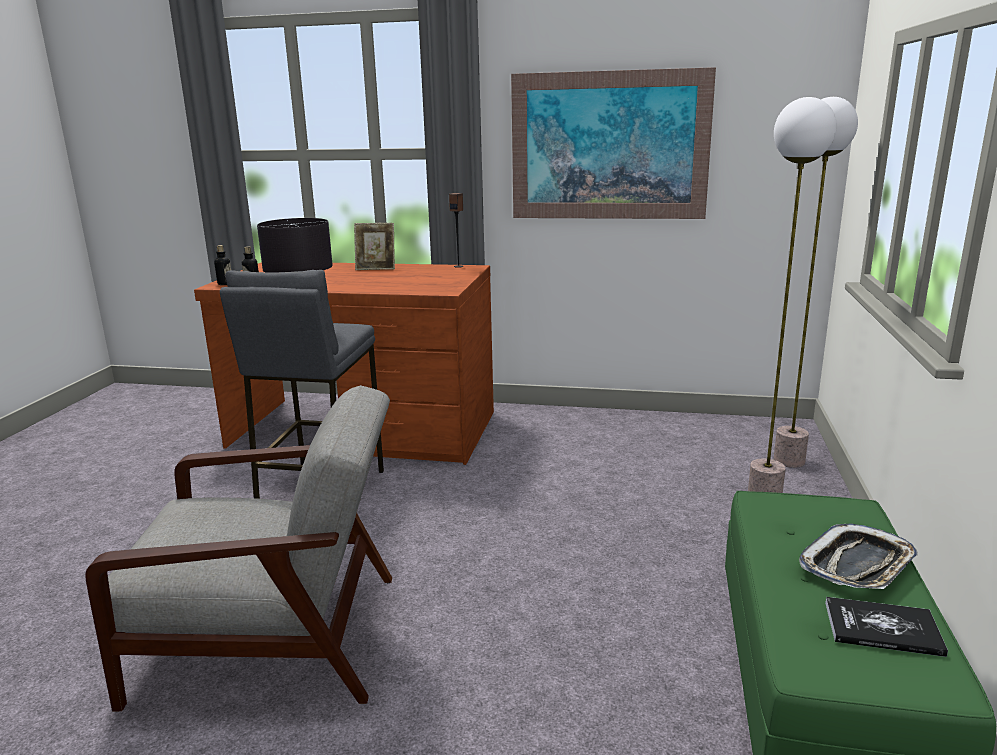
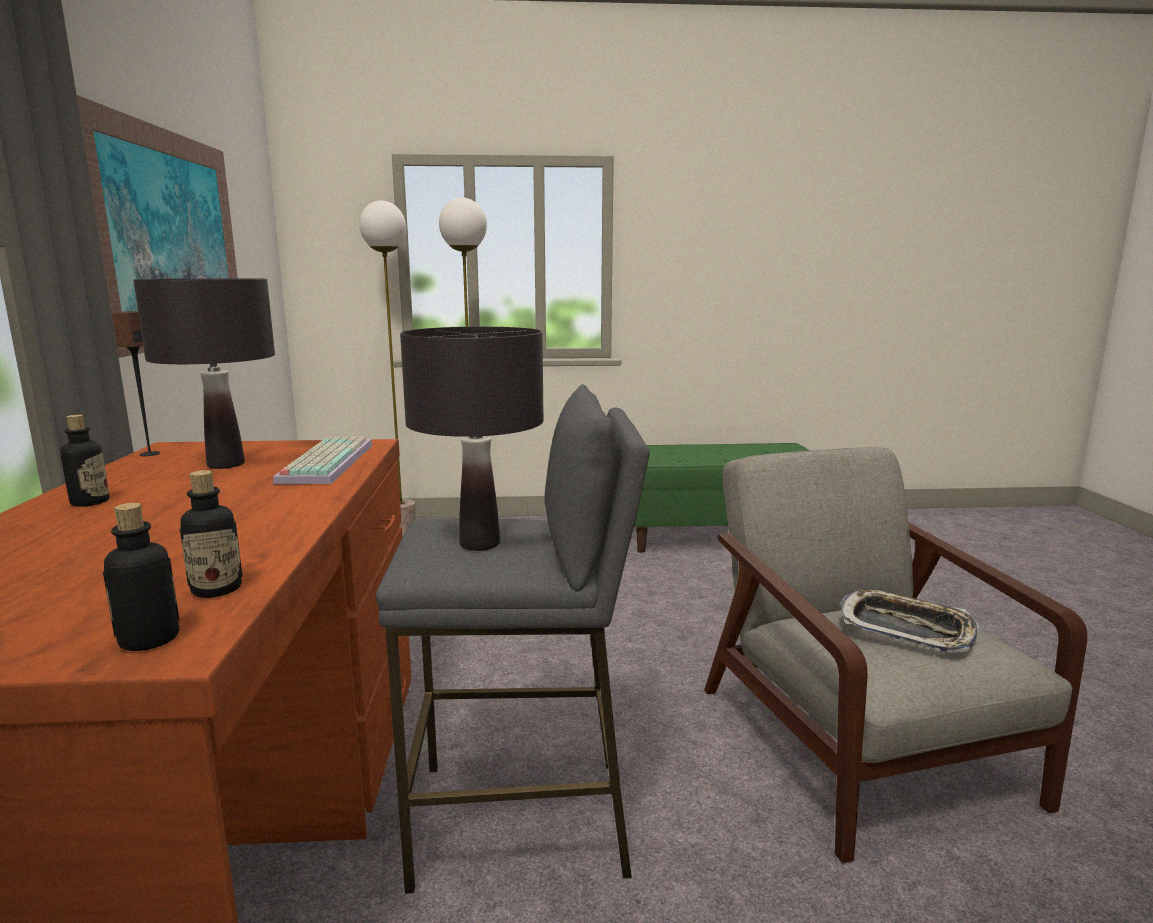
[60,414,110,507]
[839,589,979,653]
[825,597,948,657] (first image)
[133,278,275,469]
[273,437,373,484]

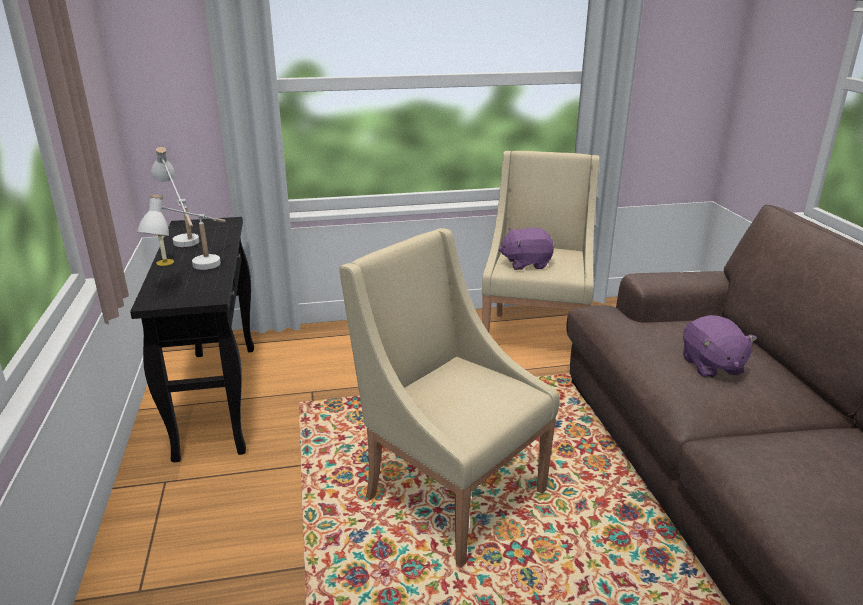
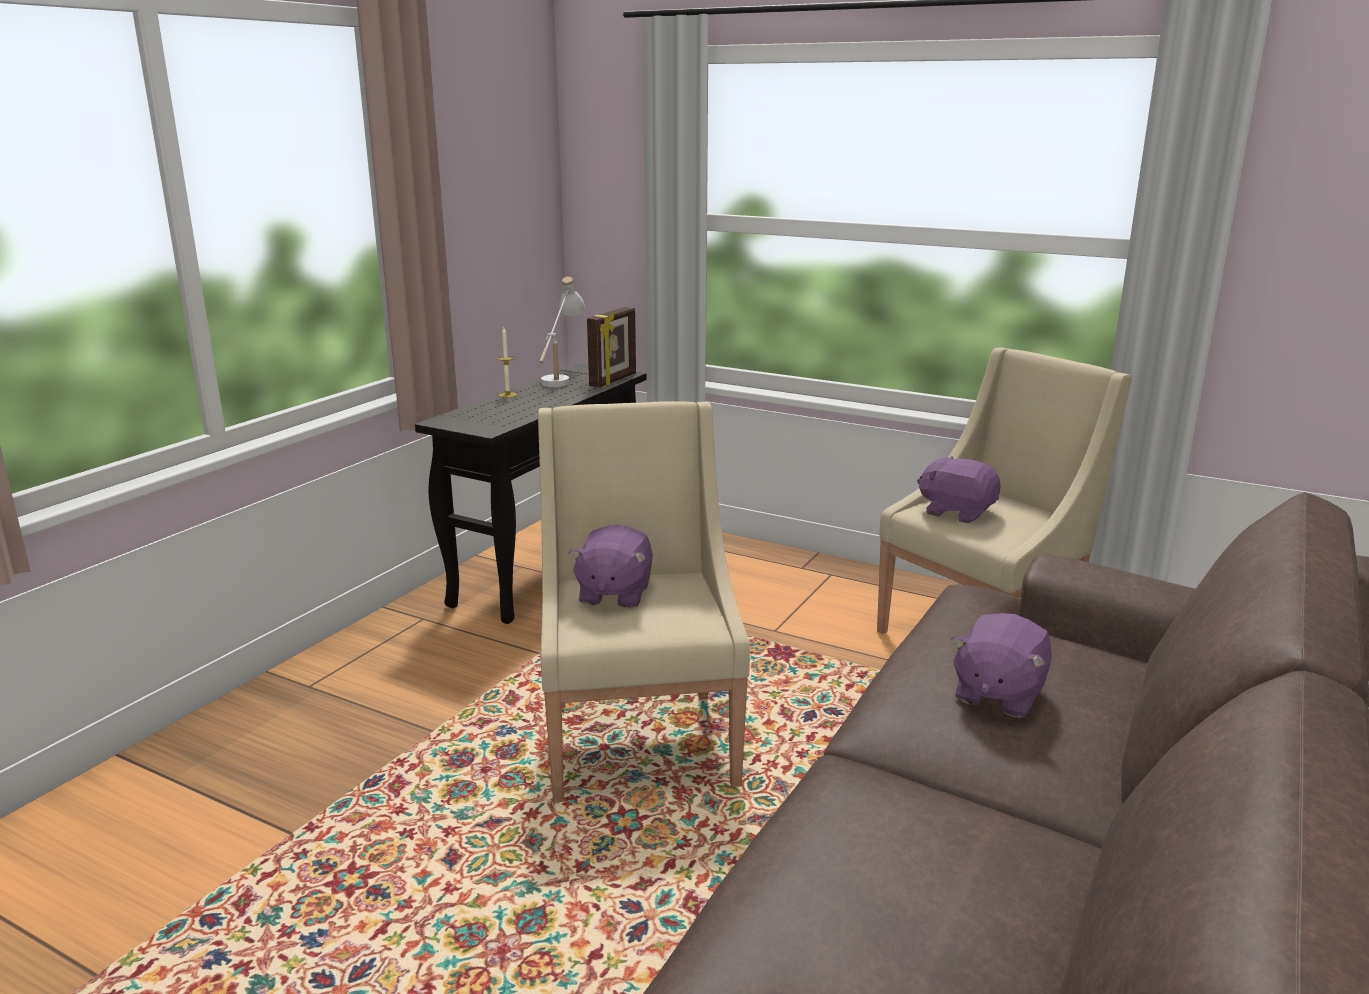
[137,194,226,270] (first image)
[569,525,653,608]
[587,307,636,388]

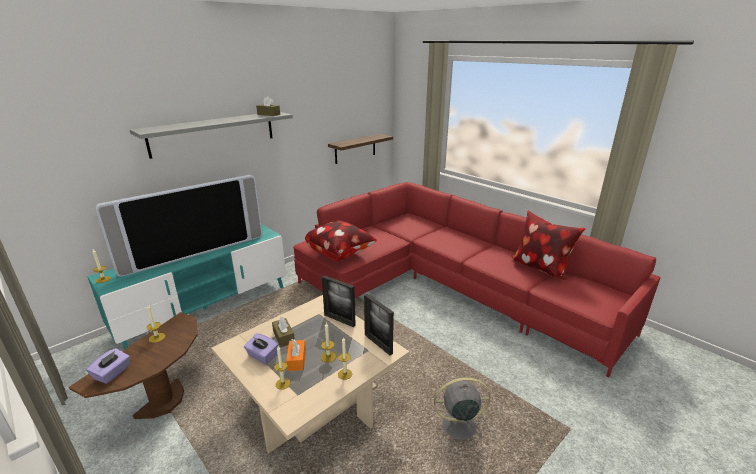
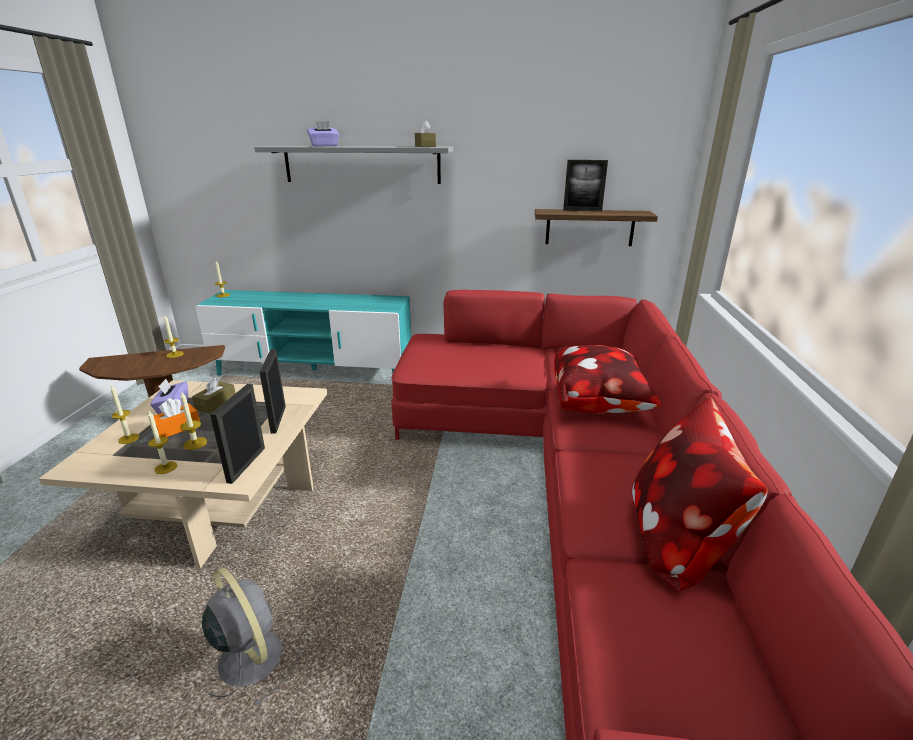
[307,121,339,147]
[95,175,262,277] (first image)
[554,345,662,414]
[563,160,608,212]

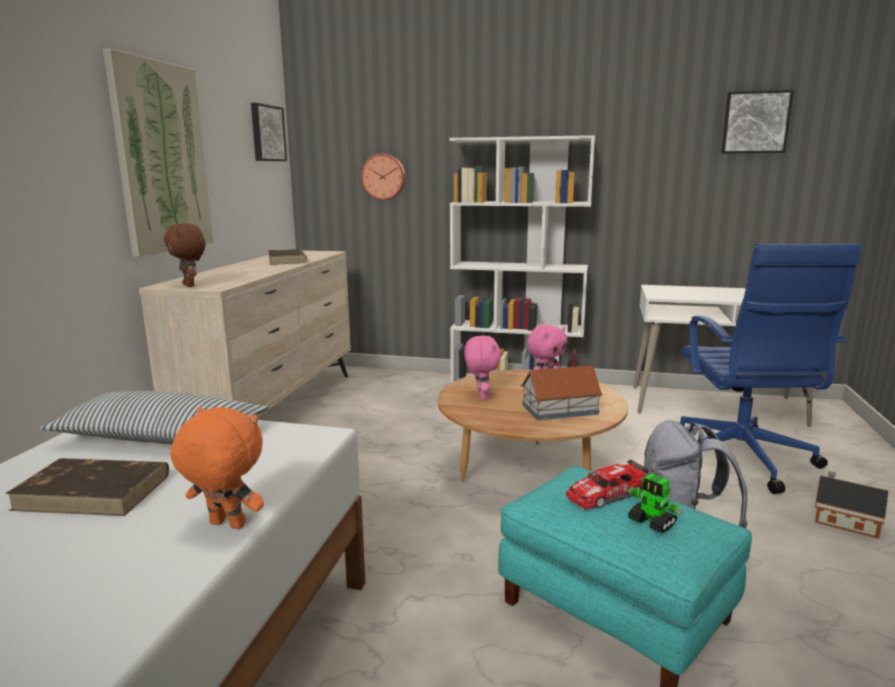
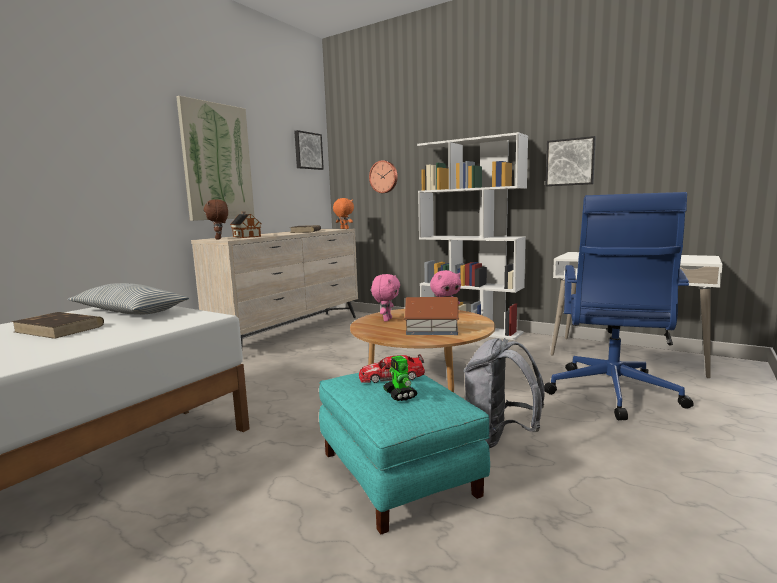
[333,198,354,229]
[546,136,596,186]
[230,212,261,238]

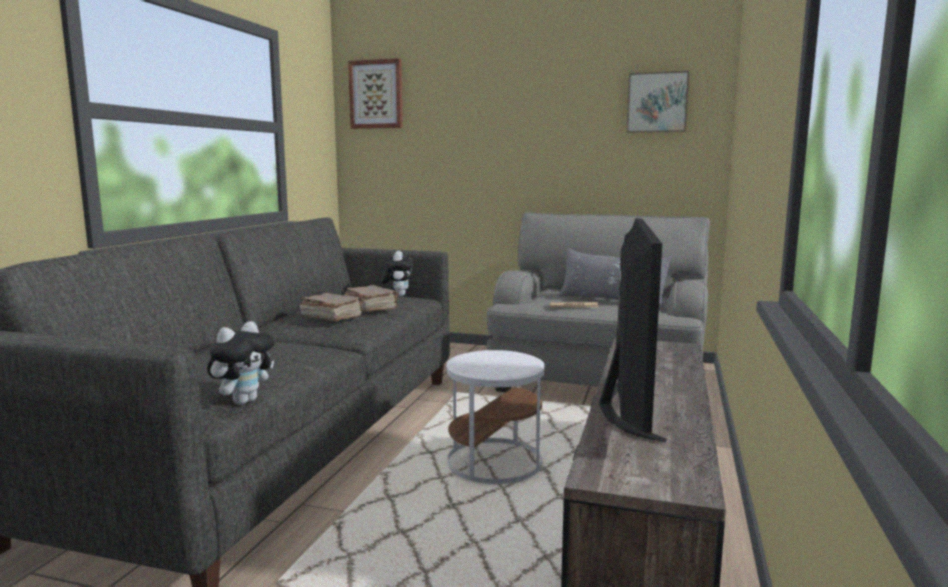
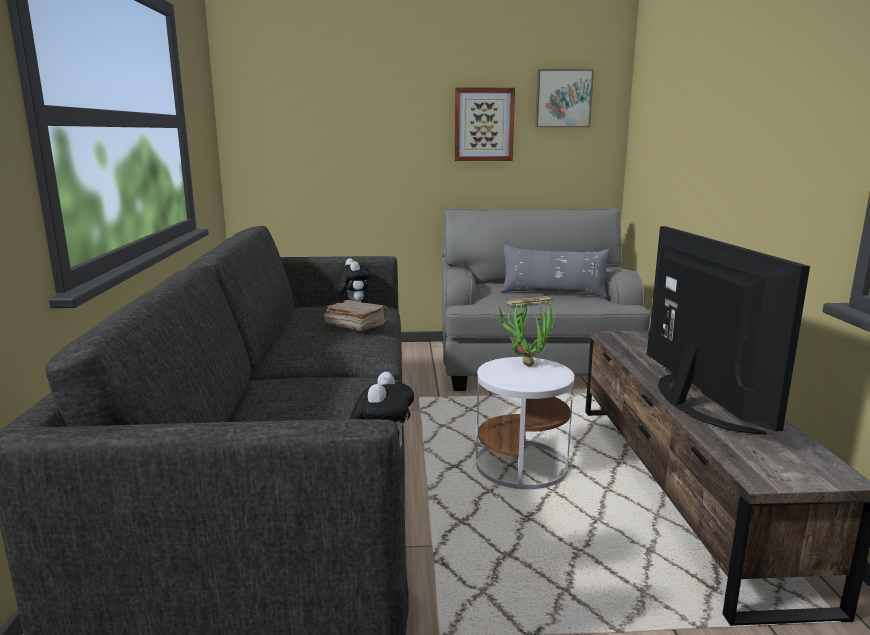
[300,293,364,321] (first image)
[454,87,515,161]
[494,298,555,366]

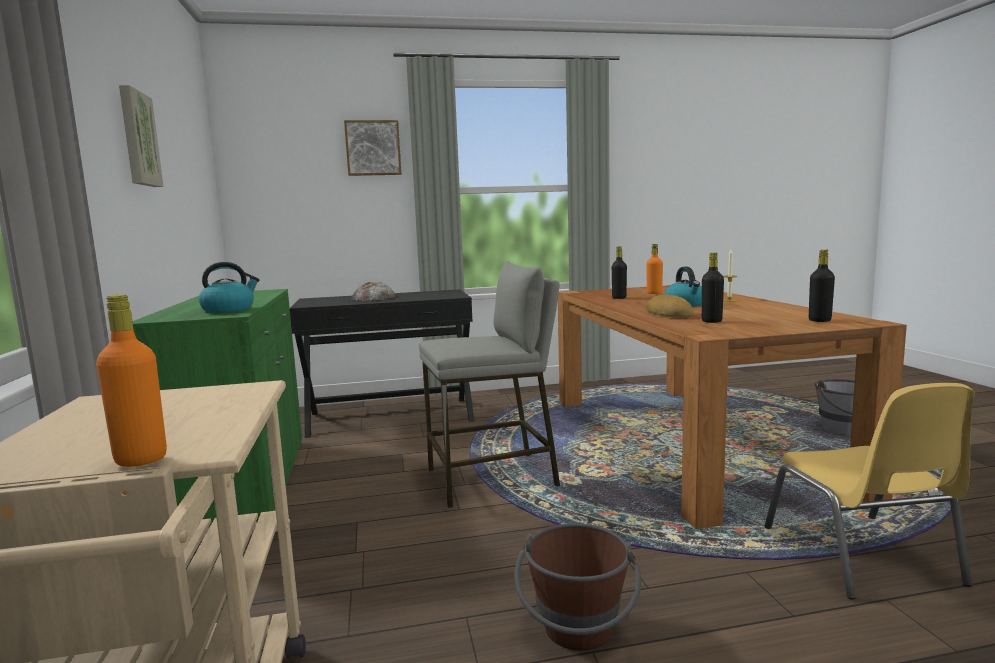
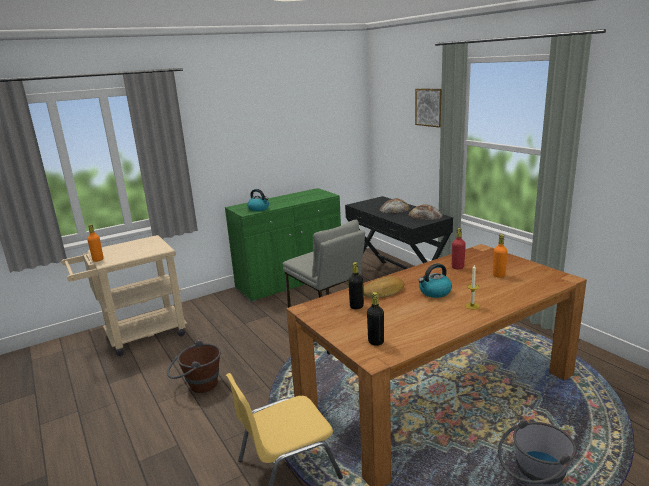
[119,85,164,187] (first image)
[452,228,466,269]
[408,204,443,220]

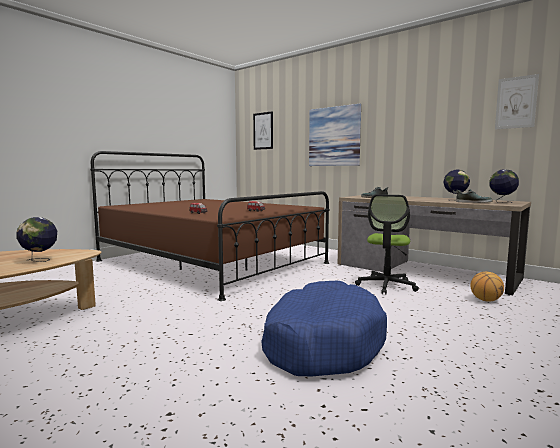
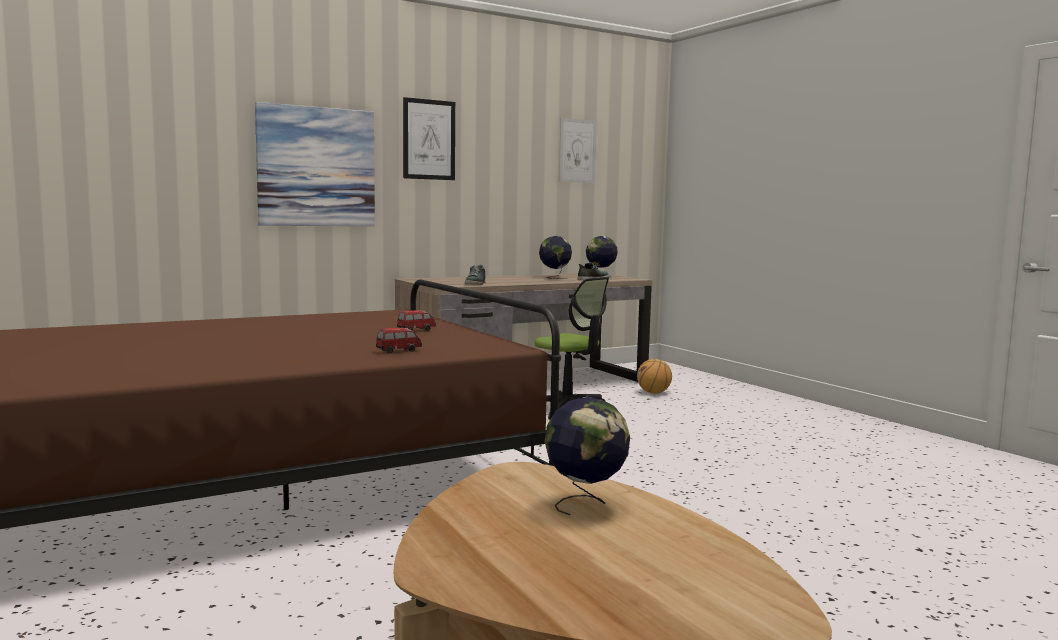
[403,97,455,180]
[261,281,387,376] (first image)

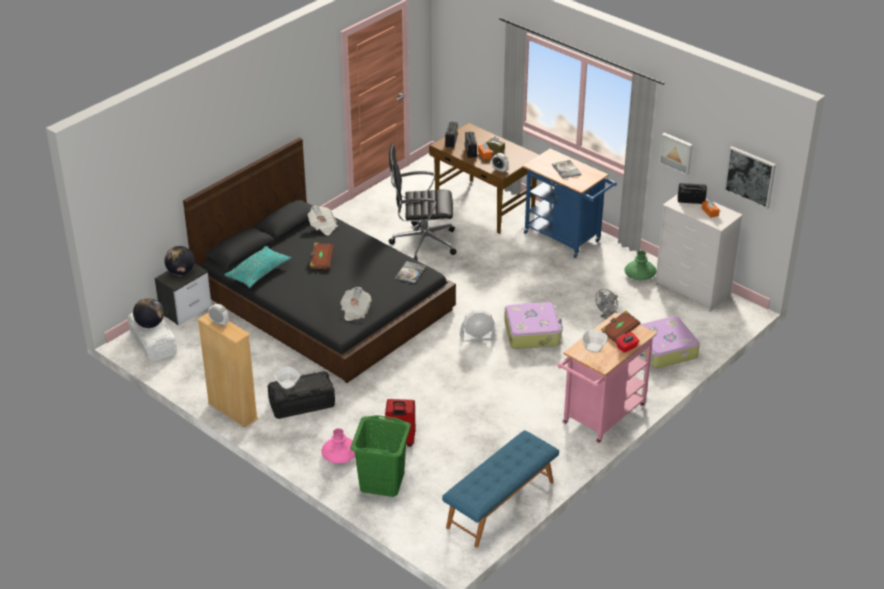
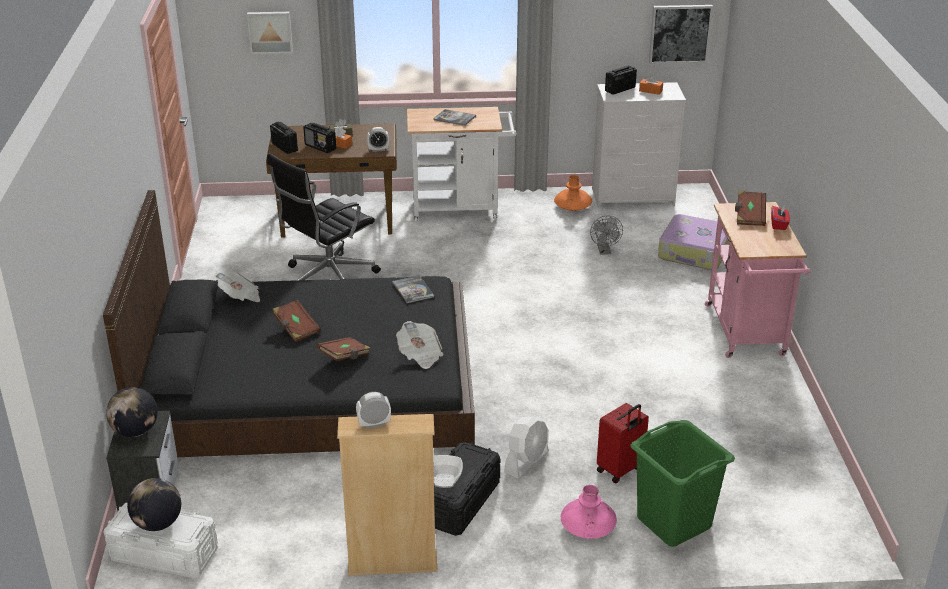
[224,246,291,288] (first image)
[442,430,559,548] (first image)
[504,417,549,479]
[504,302,563,349] (first image)
[407,107,516,223]
[582,330,608,353] (first image)
[554,175,592,211]
[247,12,293,54]
[317,337,371,361]

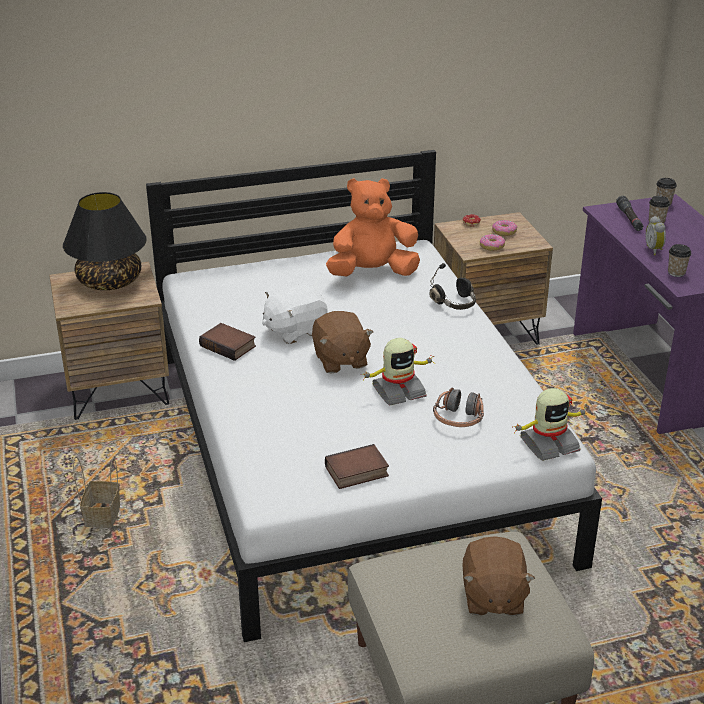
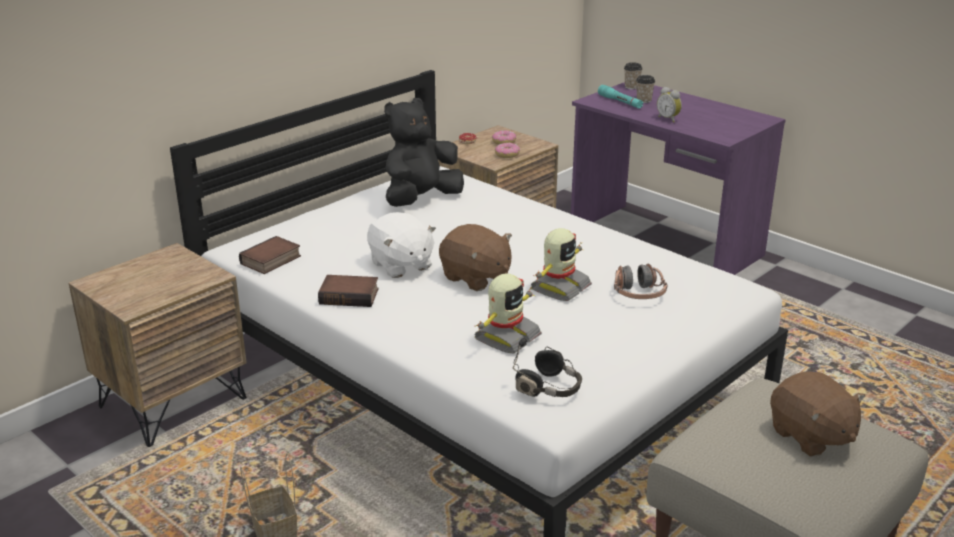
[63,192,147,290] (first image)
[367,212,436,278]
[239,236,301,274]
[384,98,464,207]
[513,338,582,397]
[474,273,542,354]
[598,85,643,109]
[668,244,691,277] (first image)

